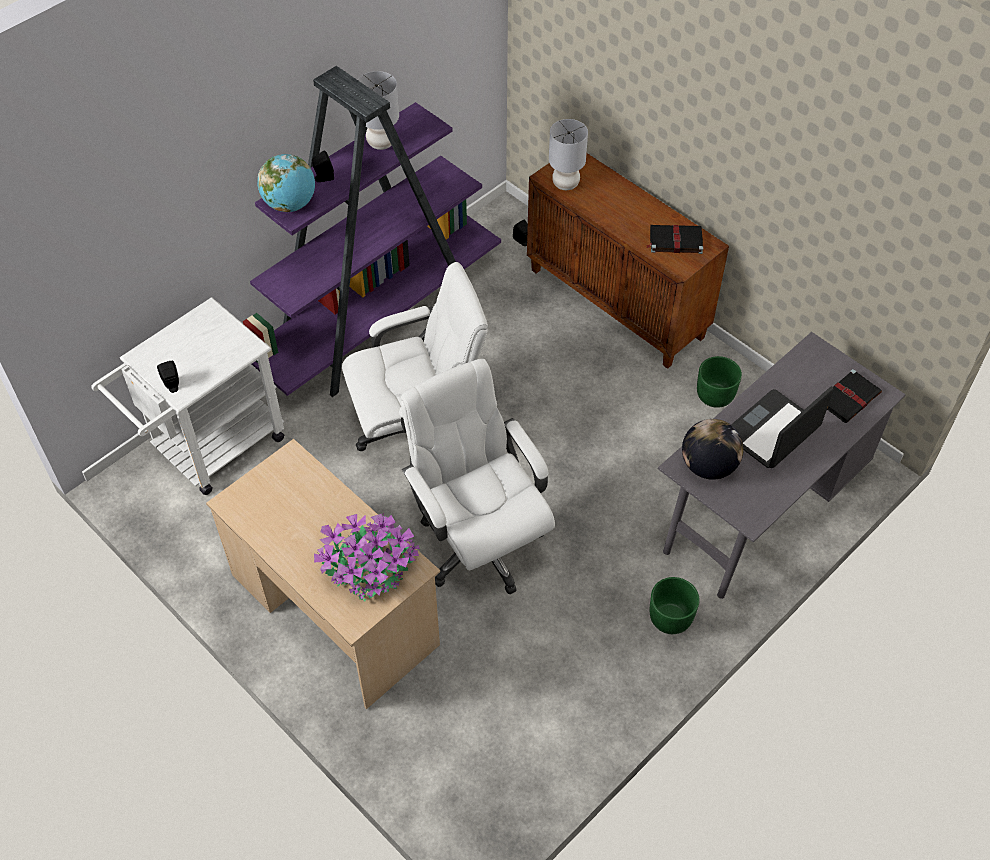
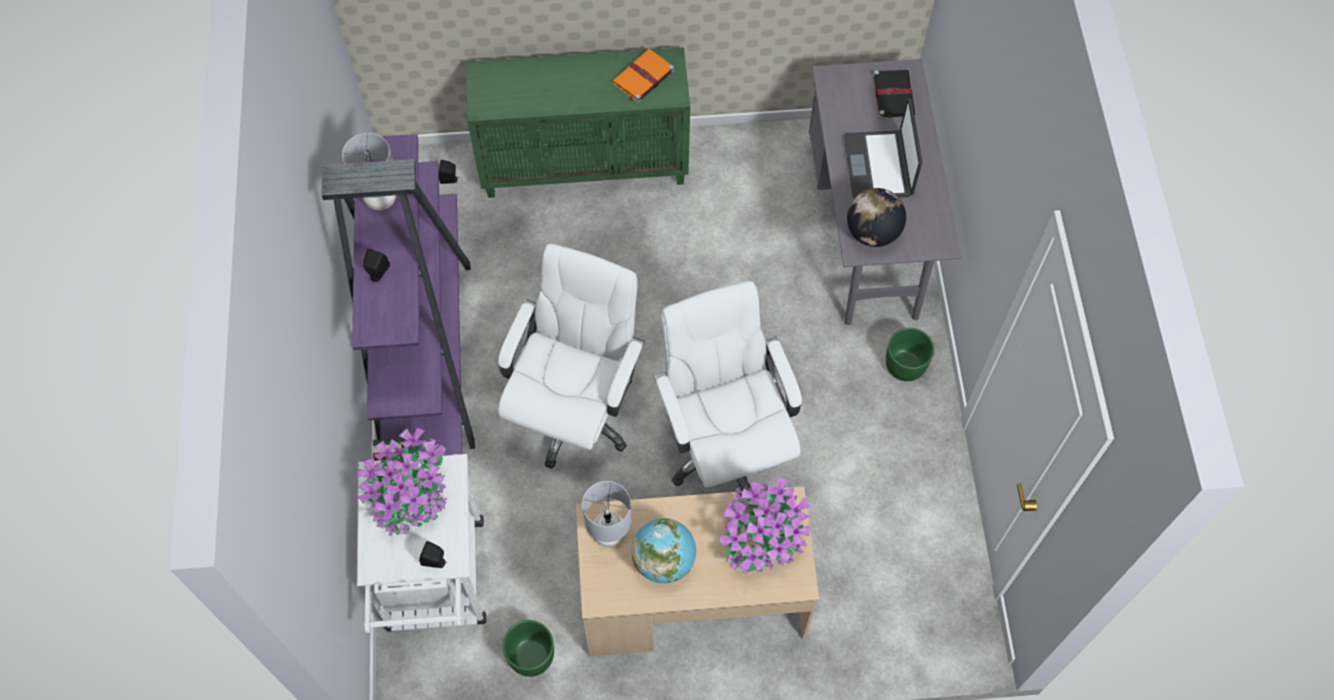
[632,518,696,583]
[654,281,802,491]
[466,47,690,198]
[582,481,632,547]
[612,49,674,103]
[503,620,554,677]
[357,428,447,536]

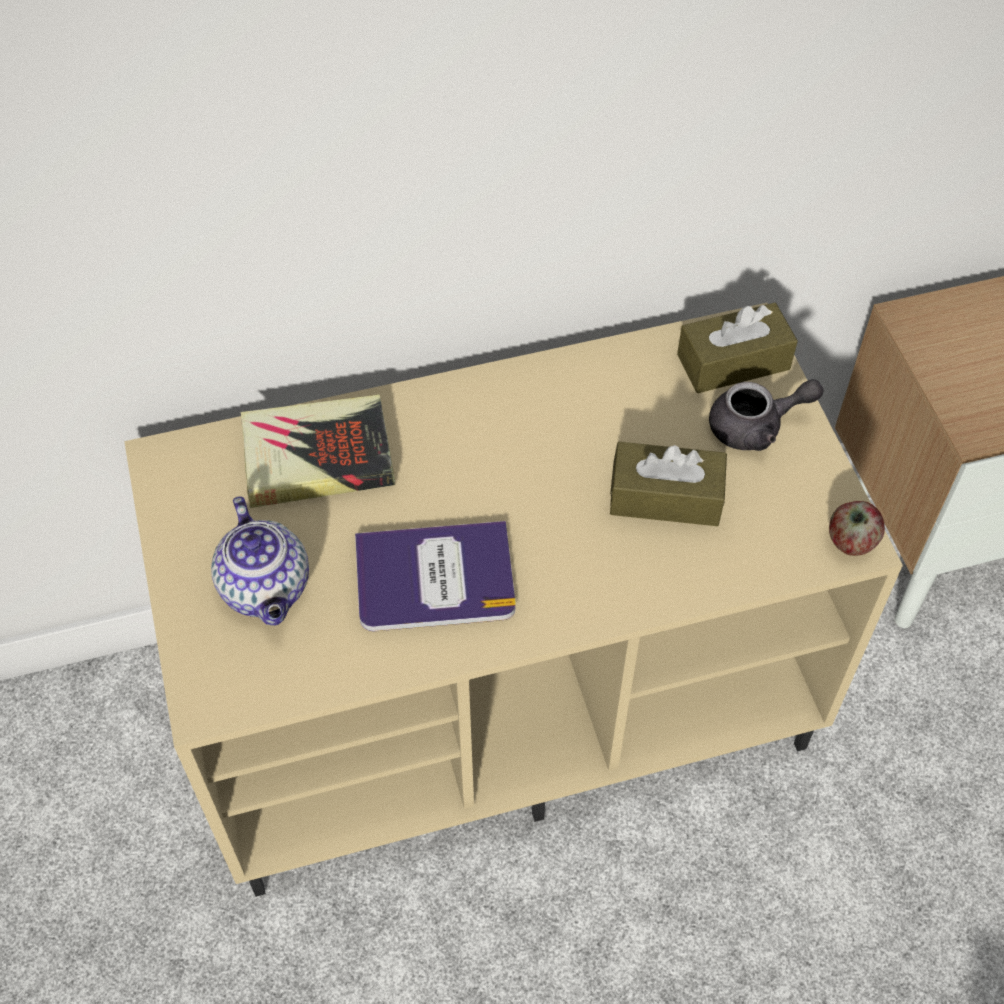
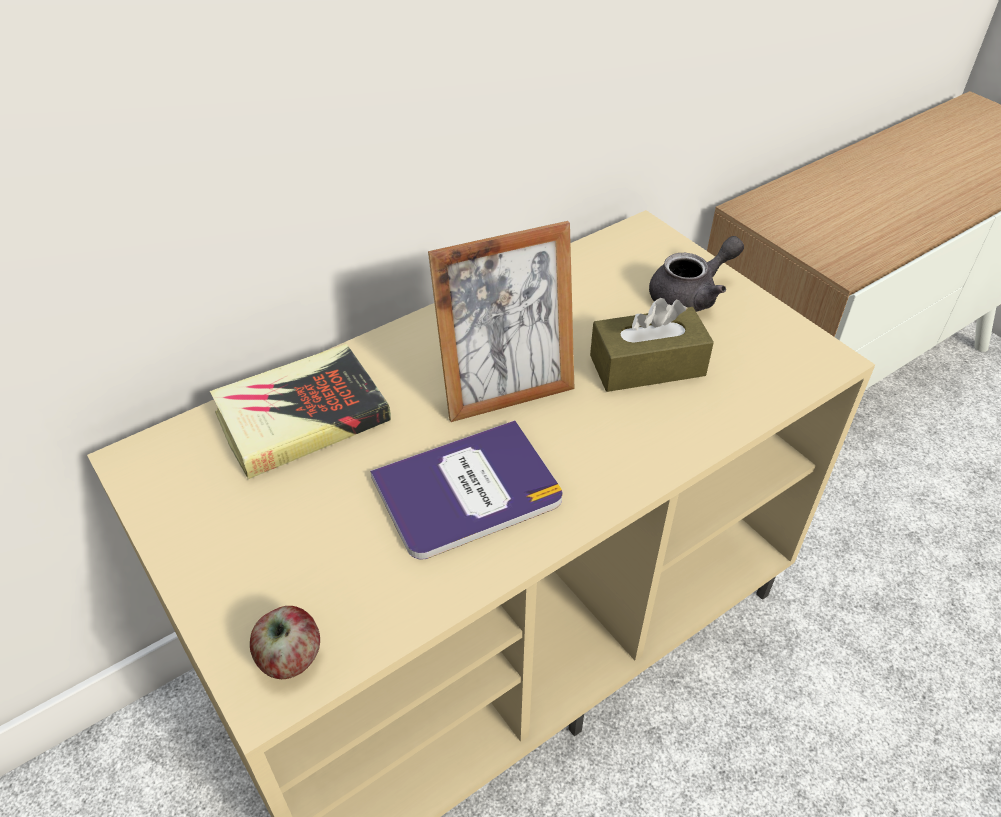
[211,496,309,626] (first image)
[677,303,798,393] (first image)
[250,606,320,679]
[428,221,574,422]

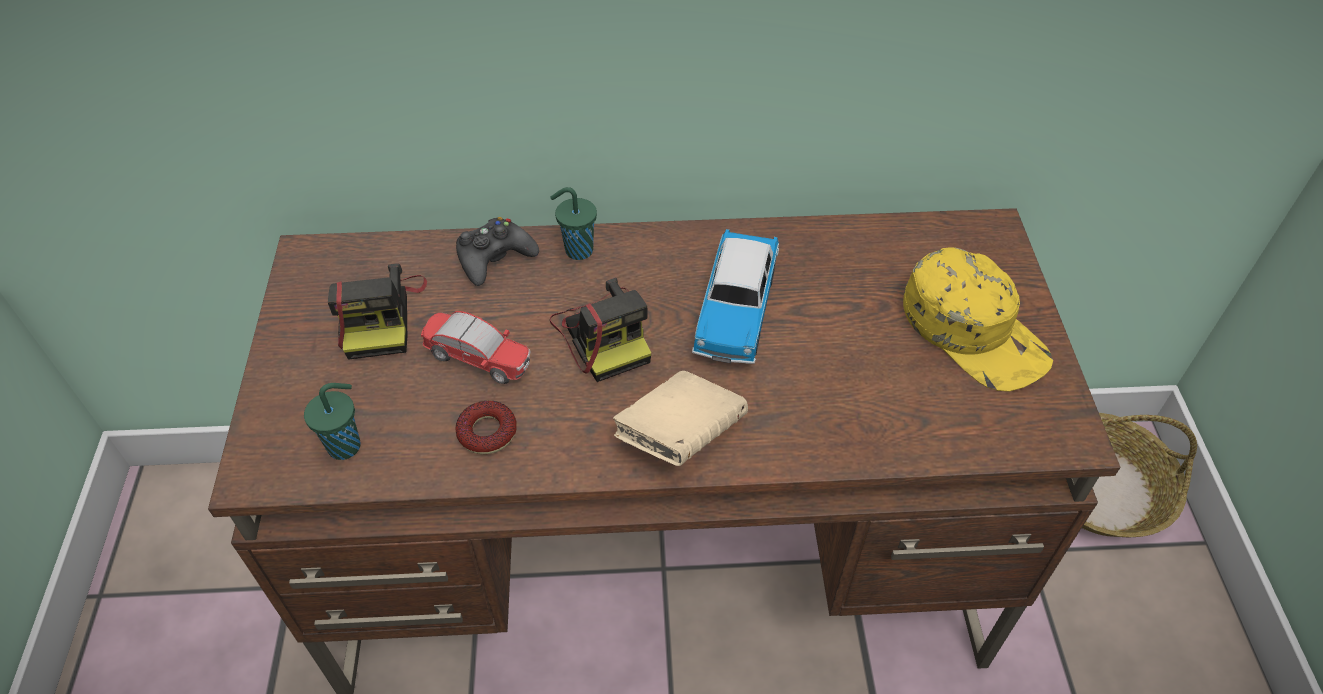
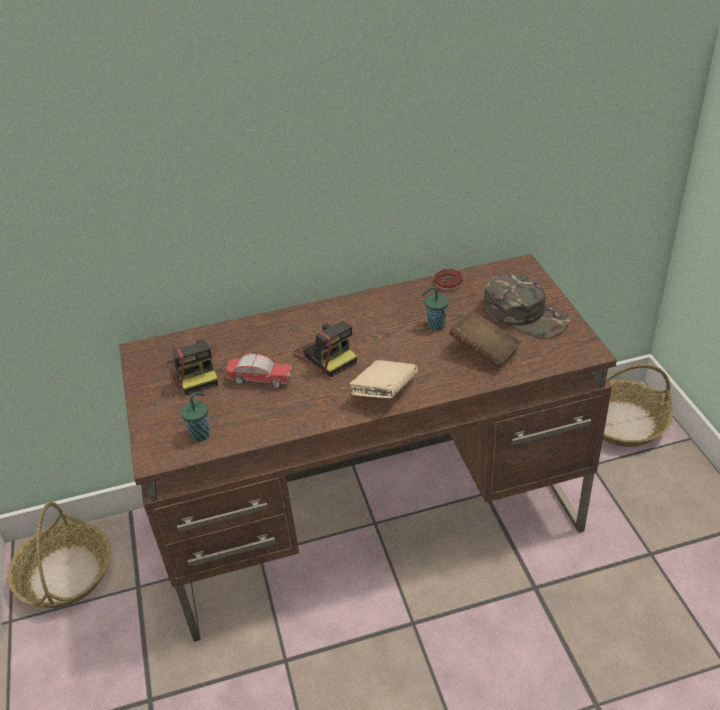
[434,269,463,290]
[456,217,539,286] (first image)
[422,286,449,331]
[692,229,779,364] (first image)
[483,273,570,339]
[8,502,111,608]
[449,310,521,368]

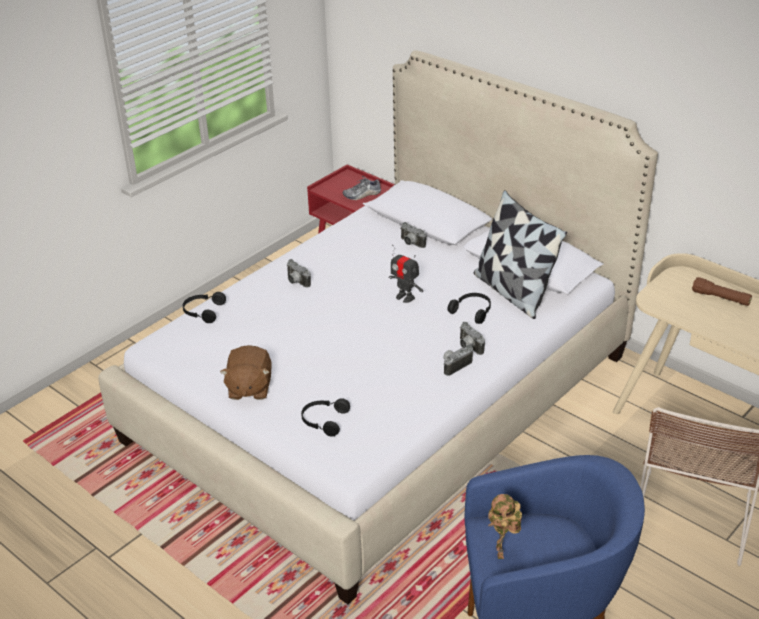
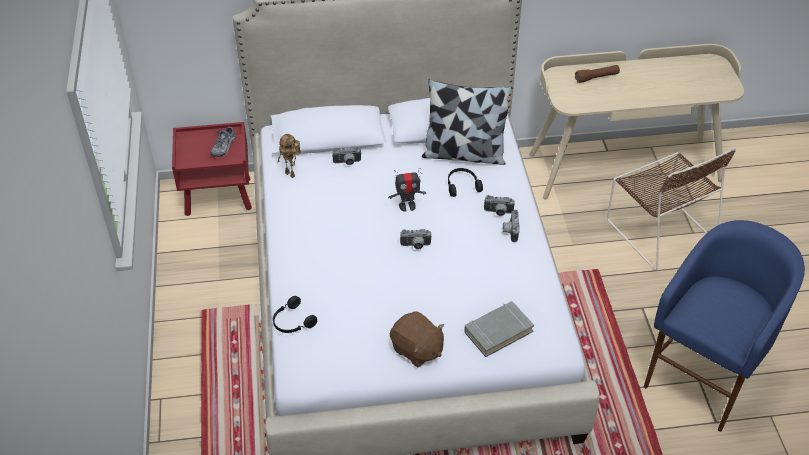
[400,229,432,249]
[464,301,534,357]
[277,134,301,178]

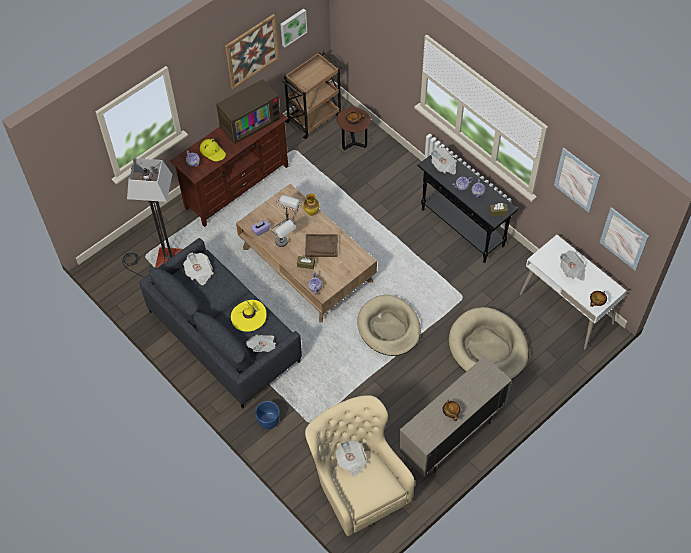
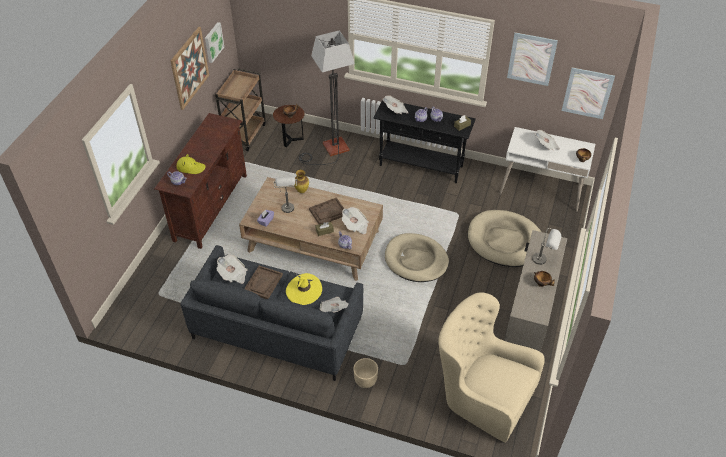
[299,30,355,165]
[216,79,281,144] (first image)
[353,358,378,388]
[532,228,561,265]
[342,207,369,234]
[244,266,283,299]

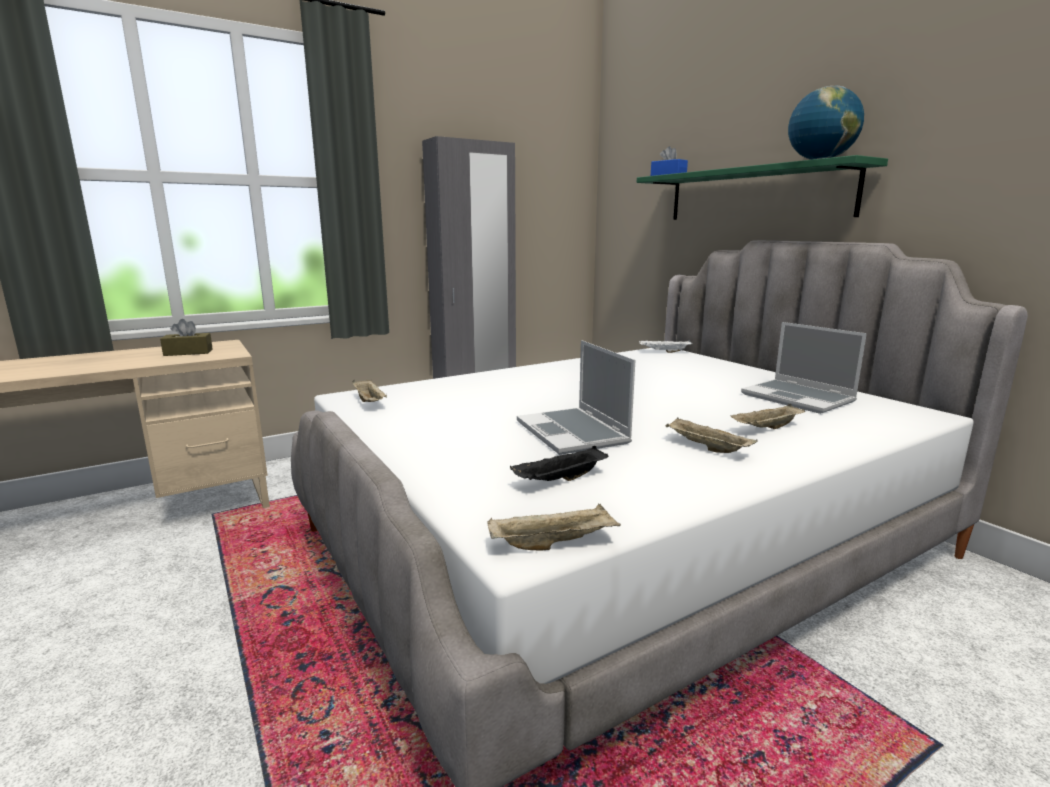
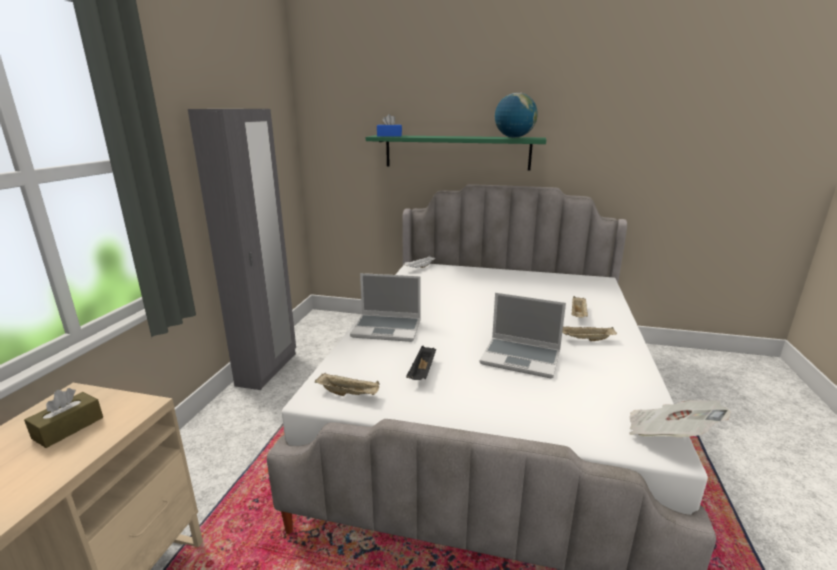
[629,400,730,437]
[406,346,436,380]
[350,273,421,342]

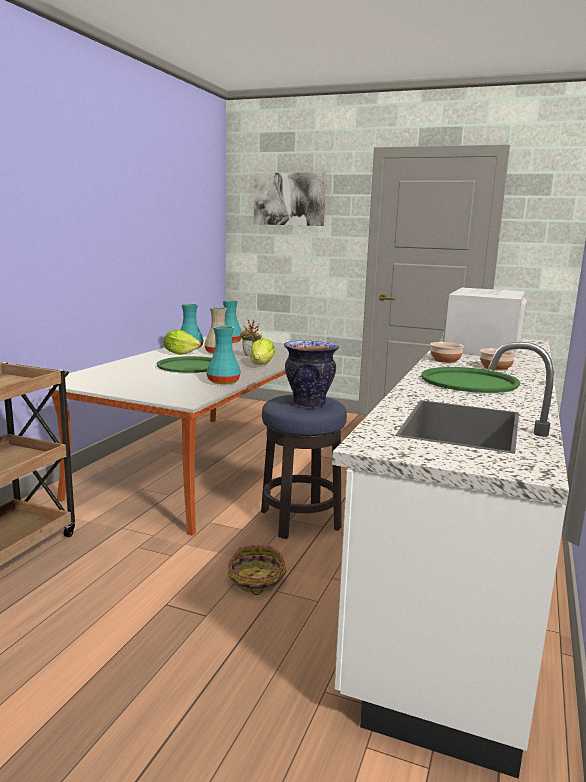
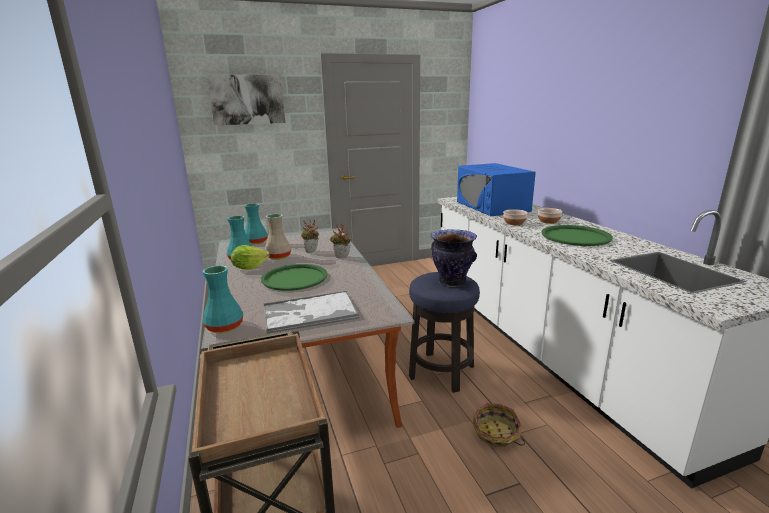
[203,265,243,333]
[330,224,351,258]
[457,163,536,216]
[264,291,360,334]

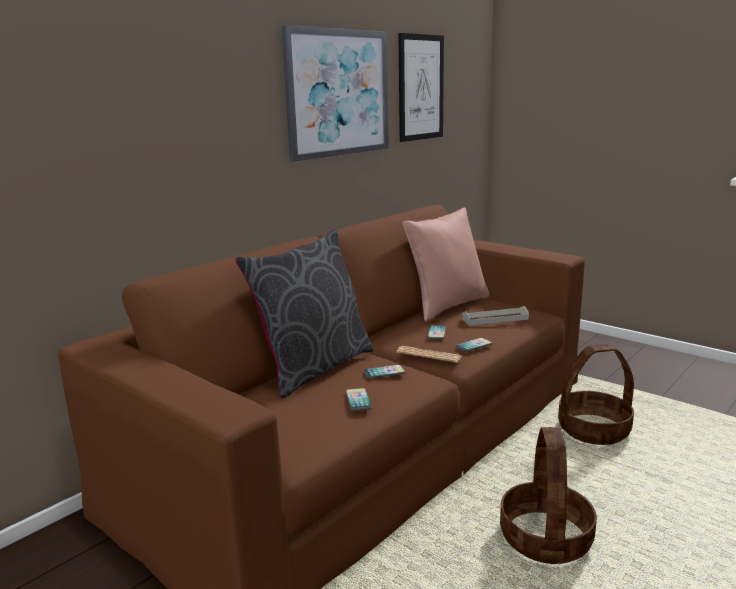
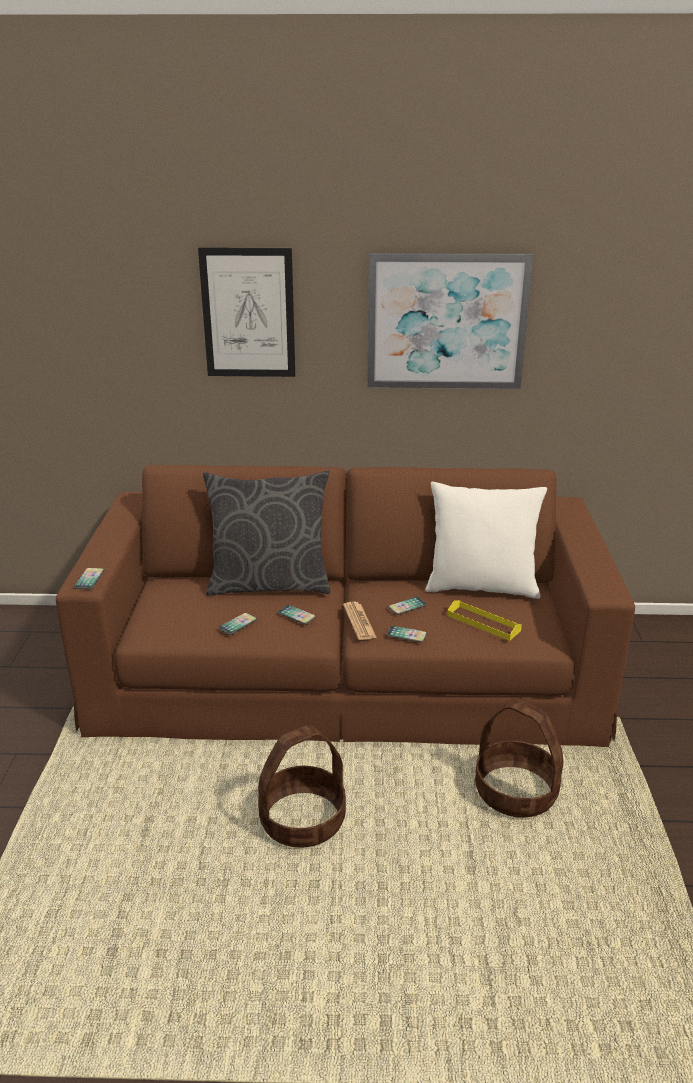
[198,247,295,377]
[425,482,547,599]
[447,600,522,641]
[74,568,104,589]

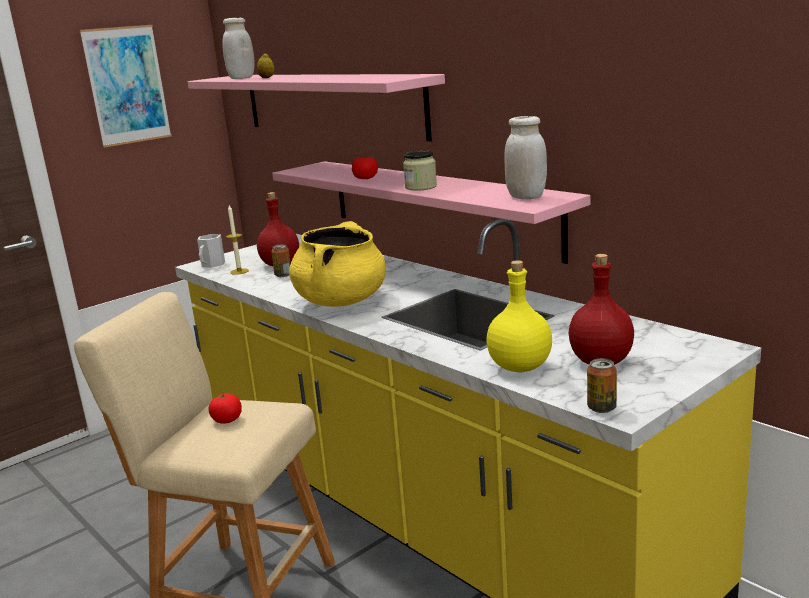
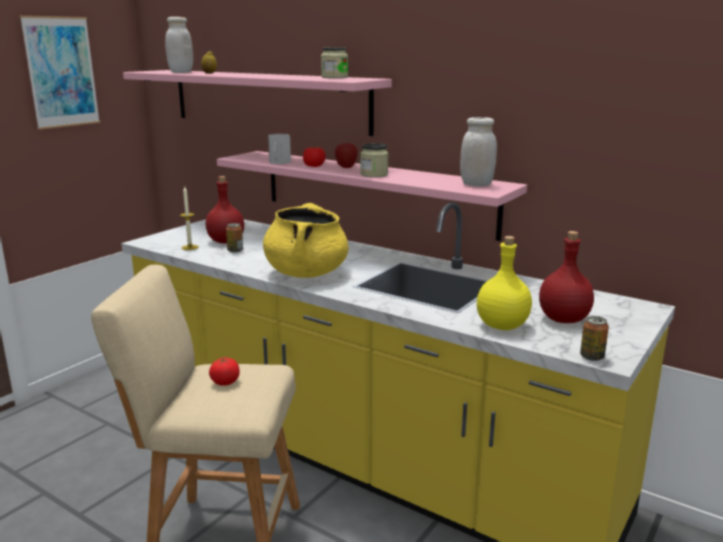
[268,134,291,164]
[321,47,348,78]
[335,142,357,168]

